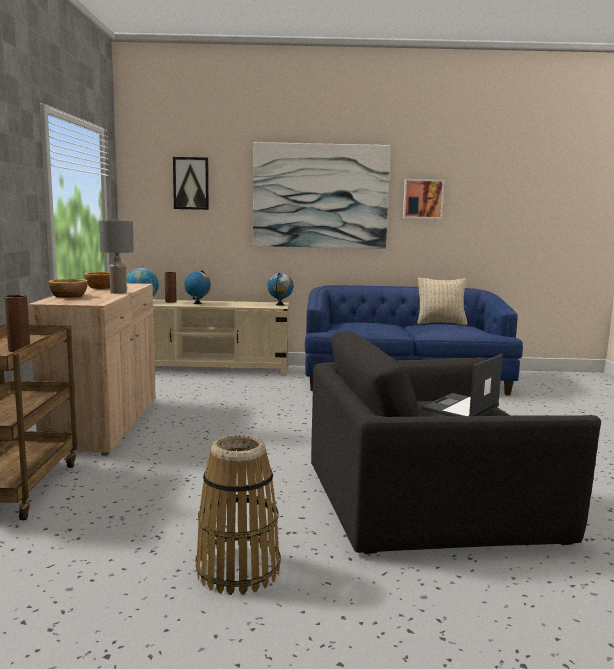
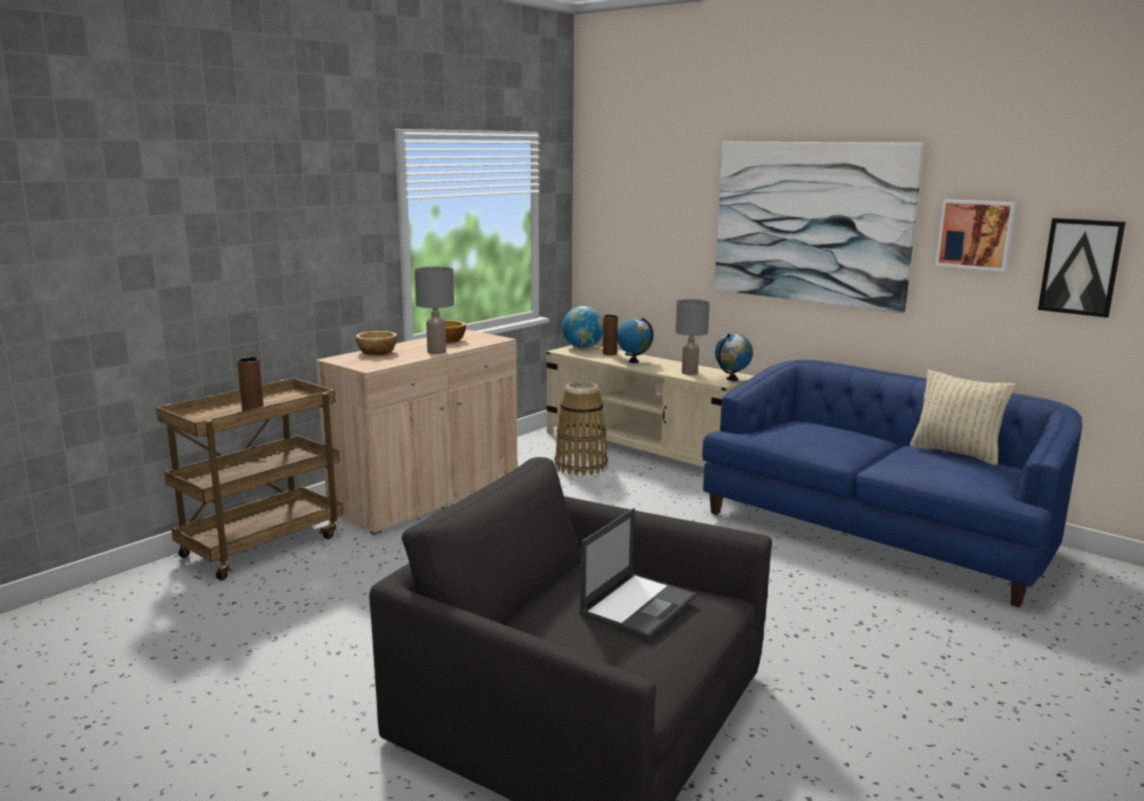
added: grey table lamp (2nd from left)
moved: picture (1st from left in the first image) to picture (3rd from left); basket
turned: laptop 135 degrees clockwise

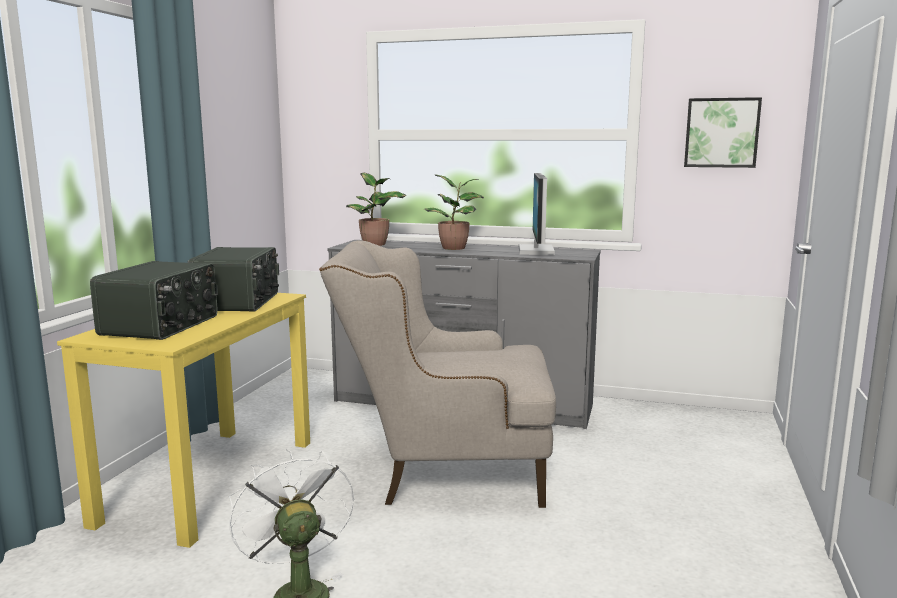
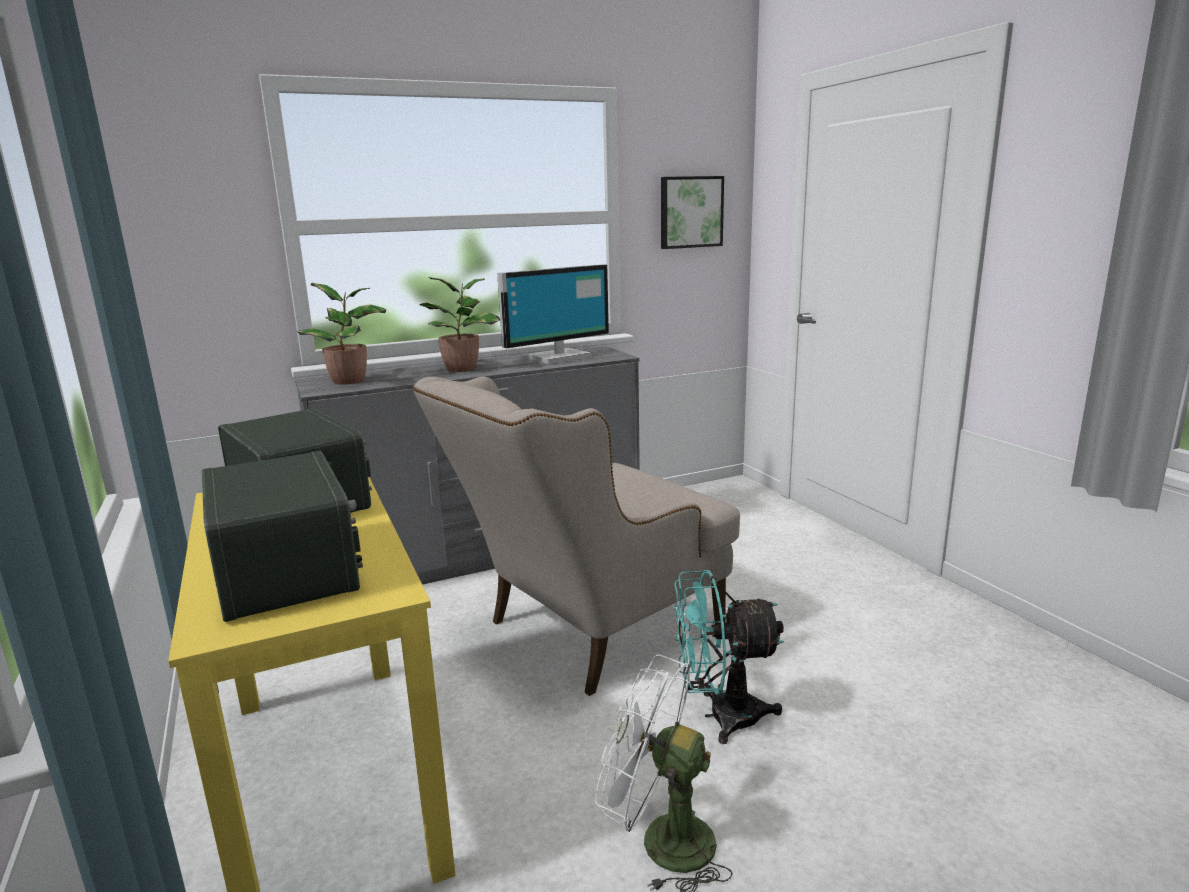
added: turquoise fan
turned: monitor 90 degrees counterclockwise

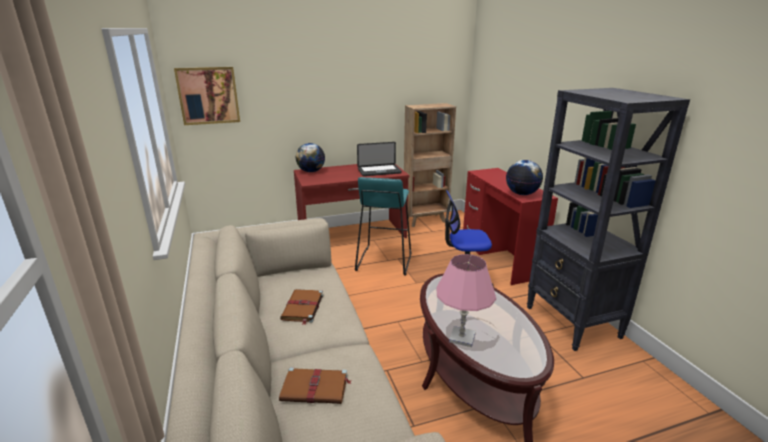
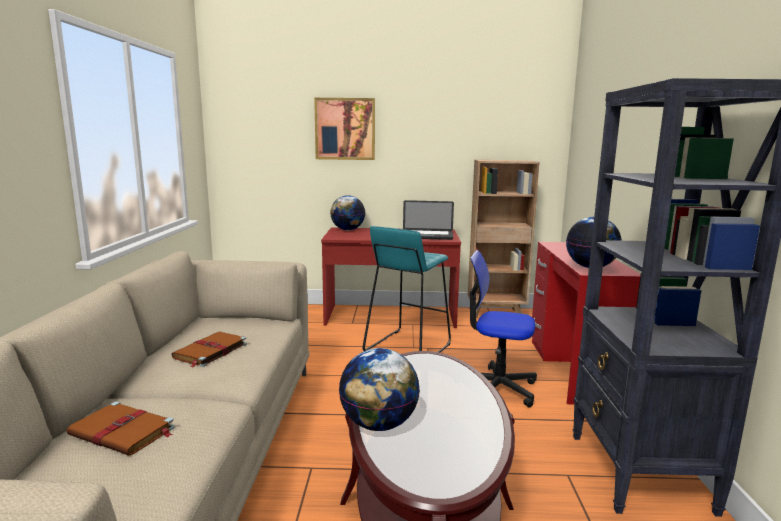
moved: picture
replaced: pink table lamp to globe (2nd from left)

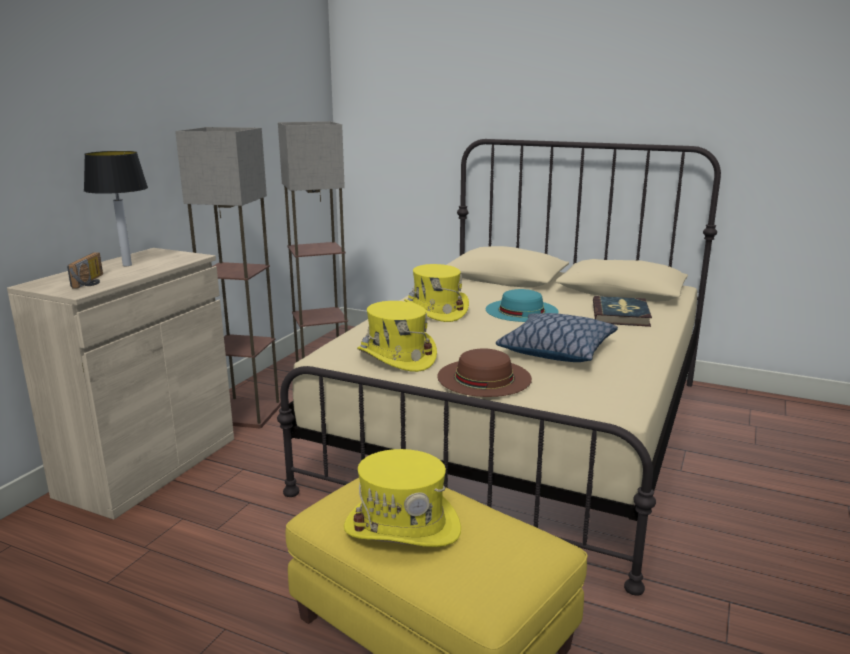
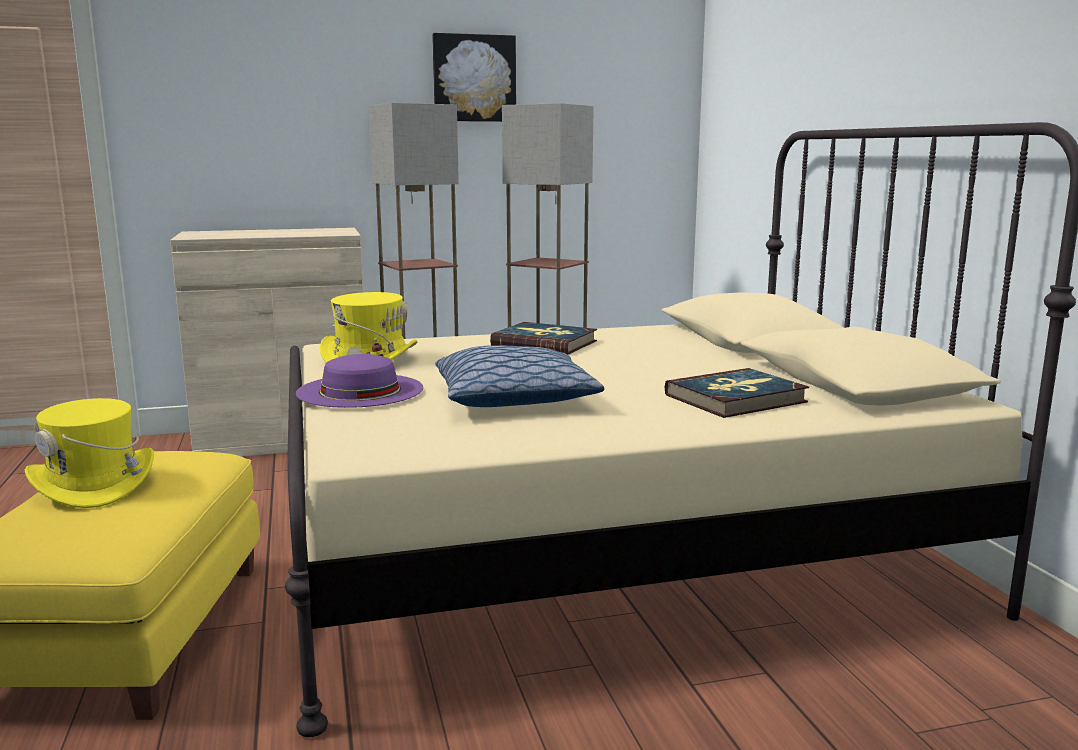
removed: table lamp; radio; turquoise hat
added: picture
replaced: yellow hat (3rd from left) to book (1st from left)
recoloured: brown hat to purple hat

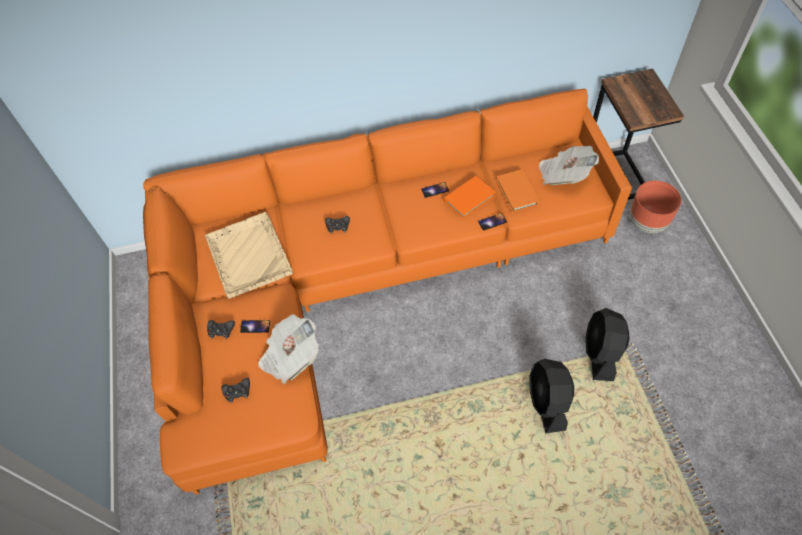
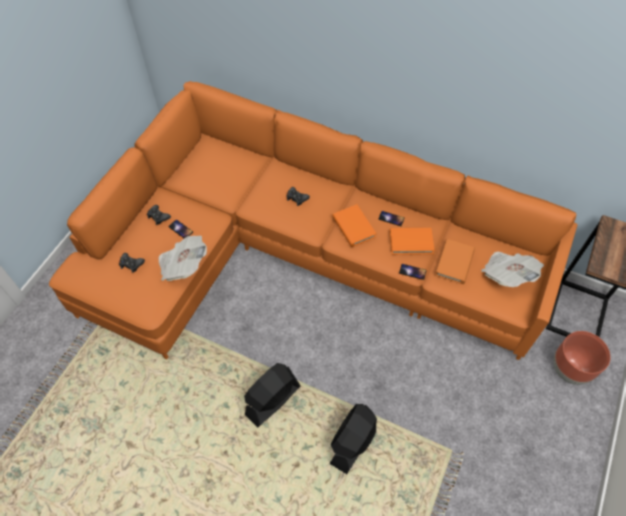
removed: beige tray
added: orange book (1st from left)
moved: black fan (2nd from left in the first image) to black fan (1st from left)

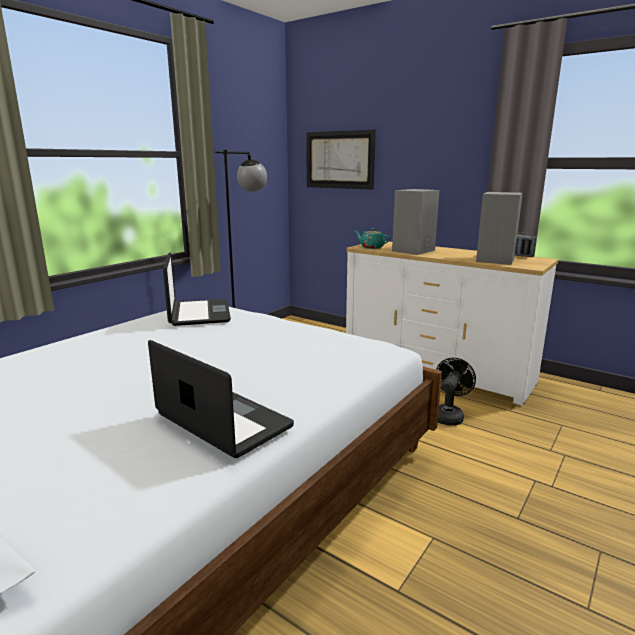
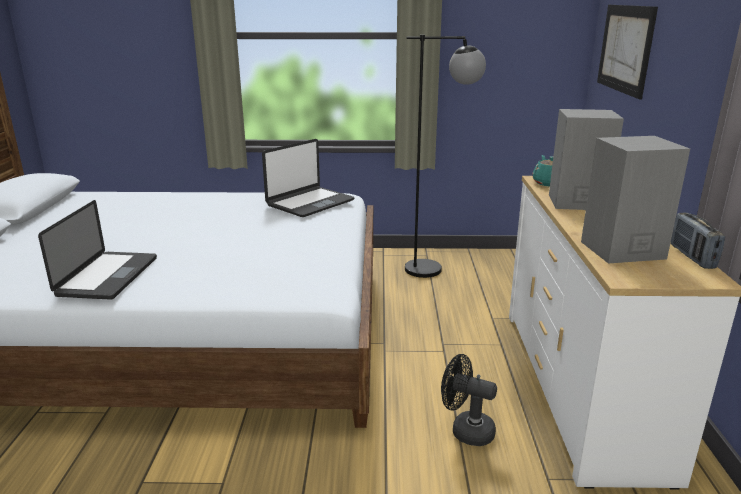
turned: black fan 150 degrees counterclockwise

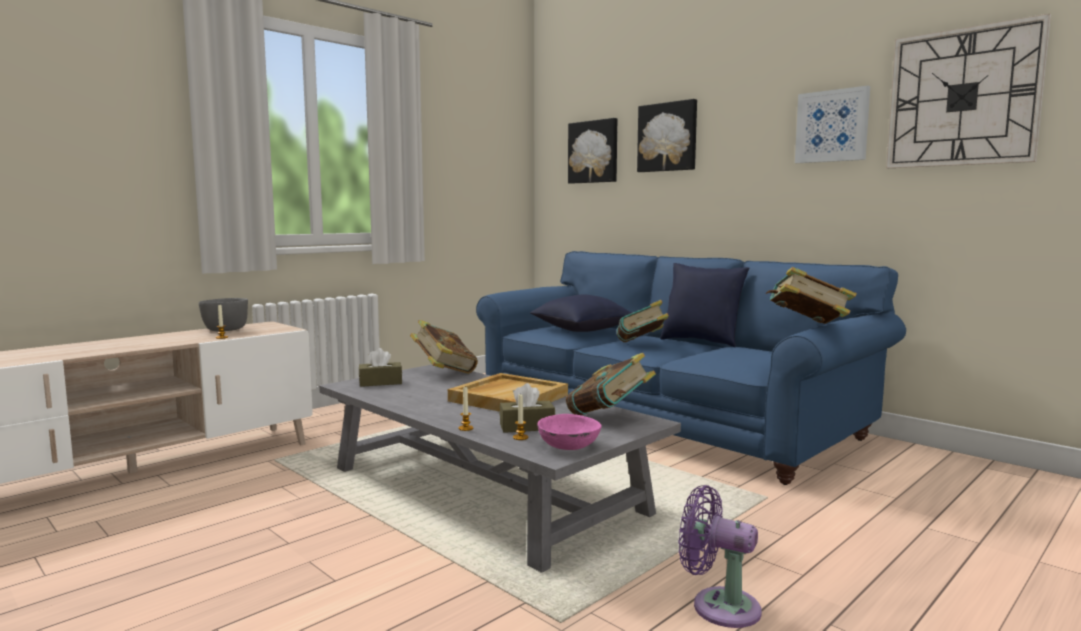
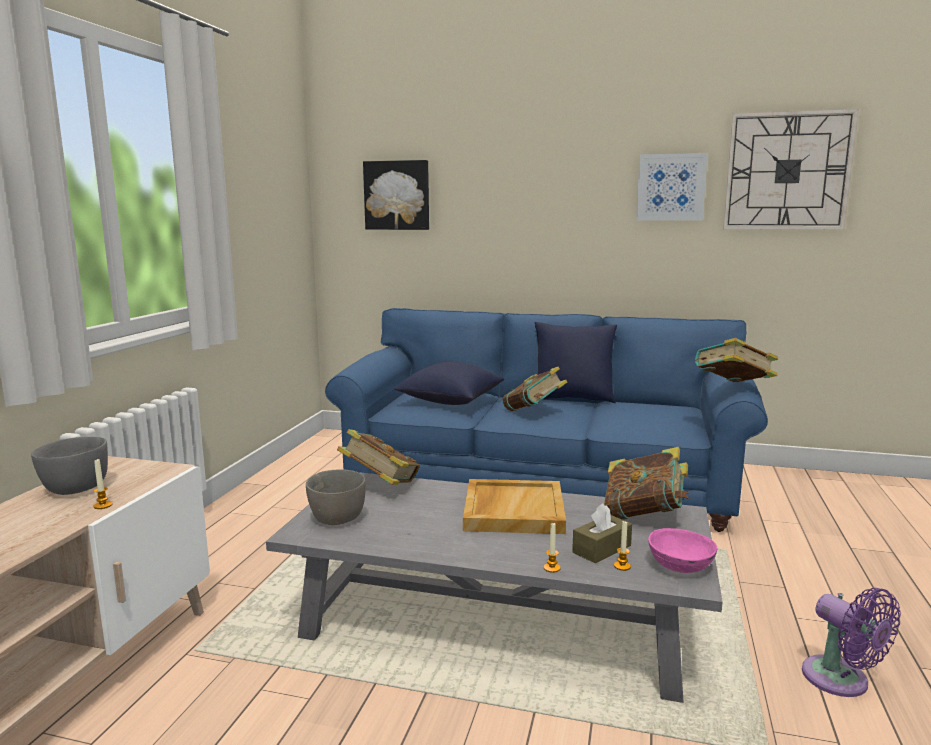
removed: picture (2nd from left)
replaced: brown tissue box (1st from left) to grey bowl (2nd from left)
turned: purple fan 120 degrees counterclockwise

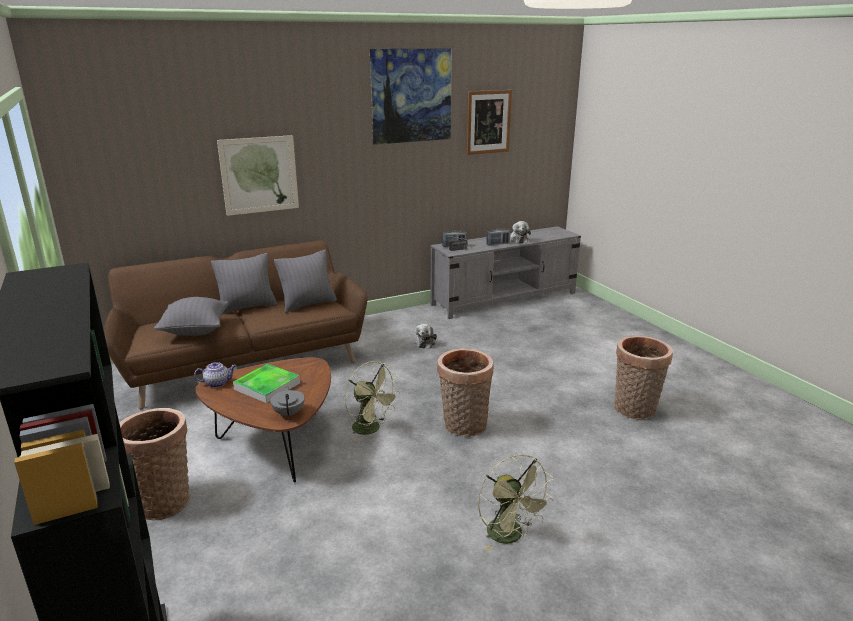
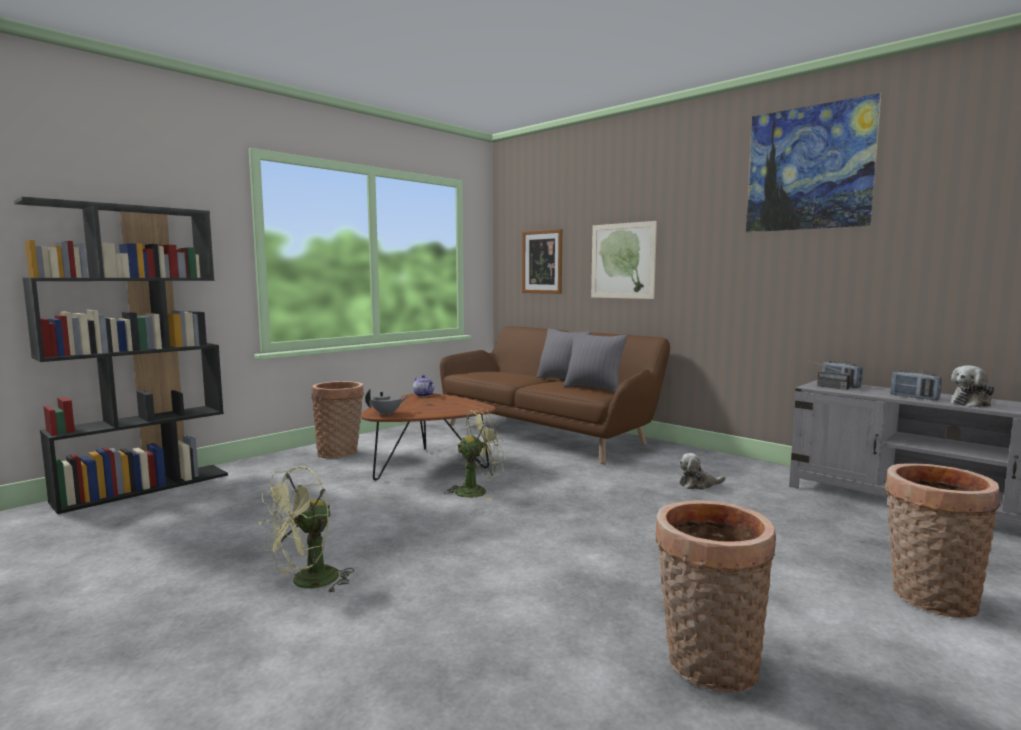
removed: grey pillow (1st from left); tray
moved: picture (3rd from left in the first image) to picture (1st from left); basket (2nd from left in the first image) to basket (3rd from left)
turned: green fan (1st from left in the first image) 135 degrees counterclockwise

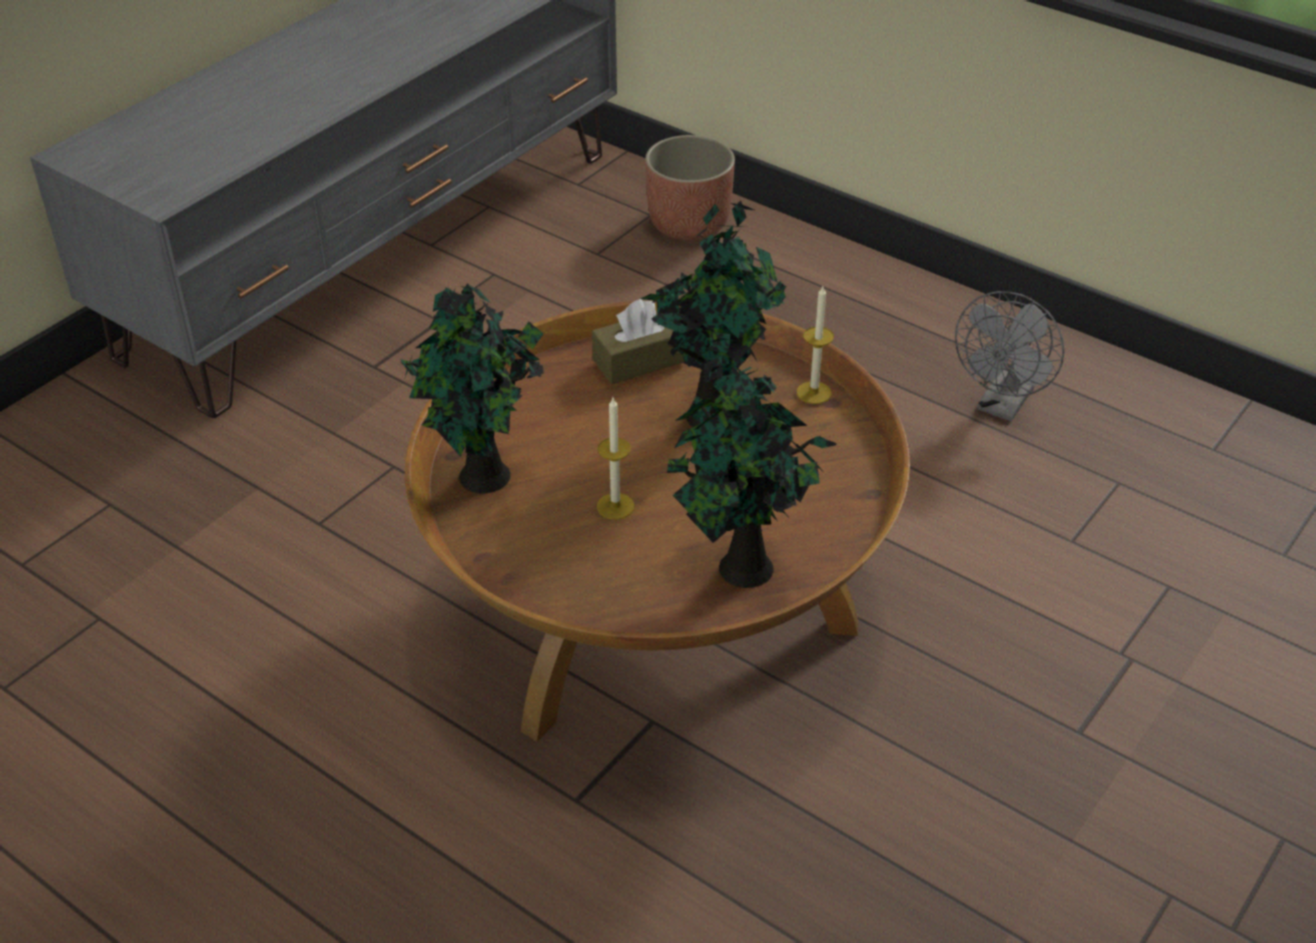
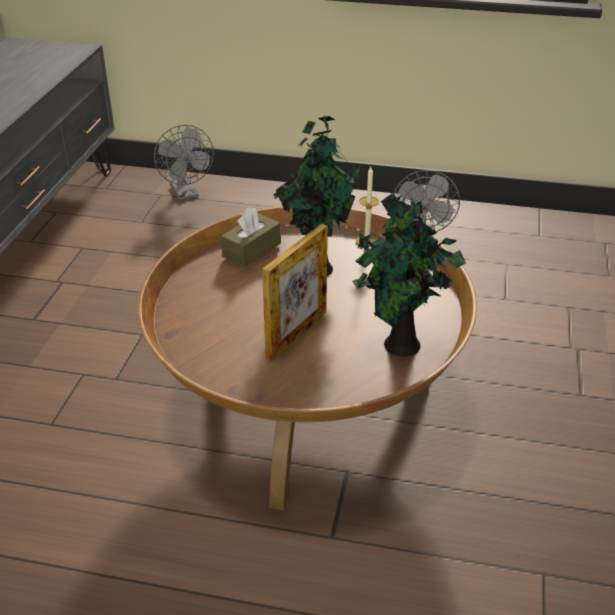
removed: potted plant (1st from left)
replaced: planter to grey fan (1st from left); candle (1st from left) to picture frame

